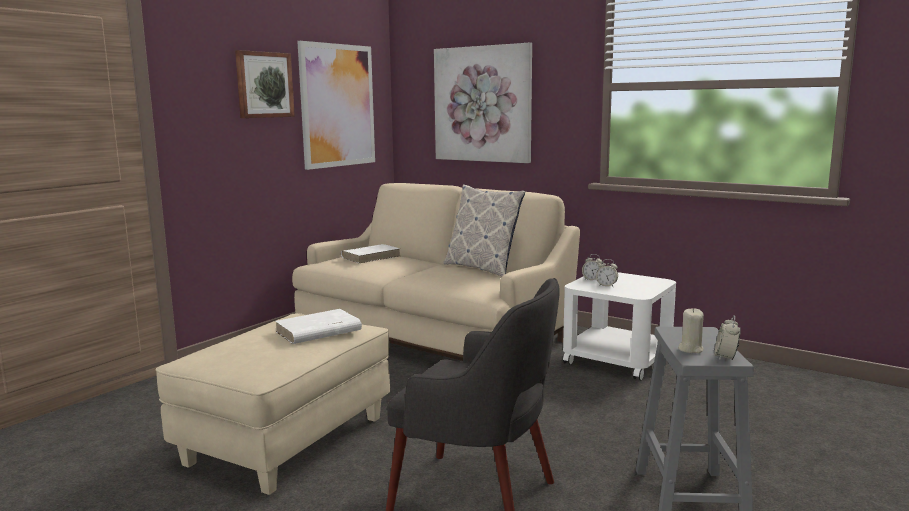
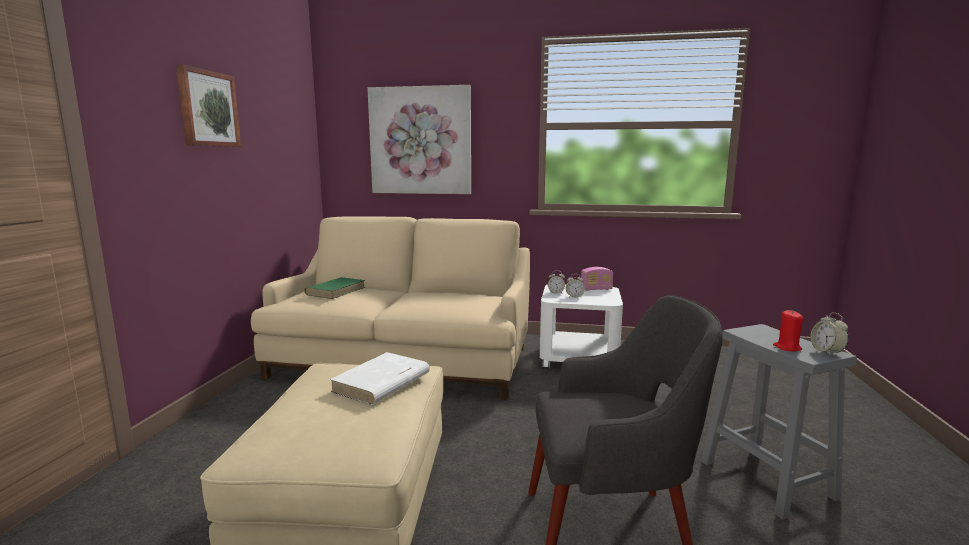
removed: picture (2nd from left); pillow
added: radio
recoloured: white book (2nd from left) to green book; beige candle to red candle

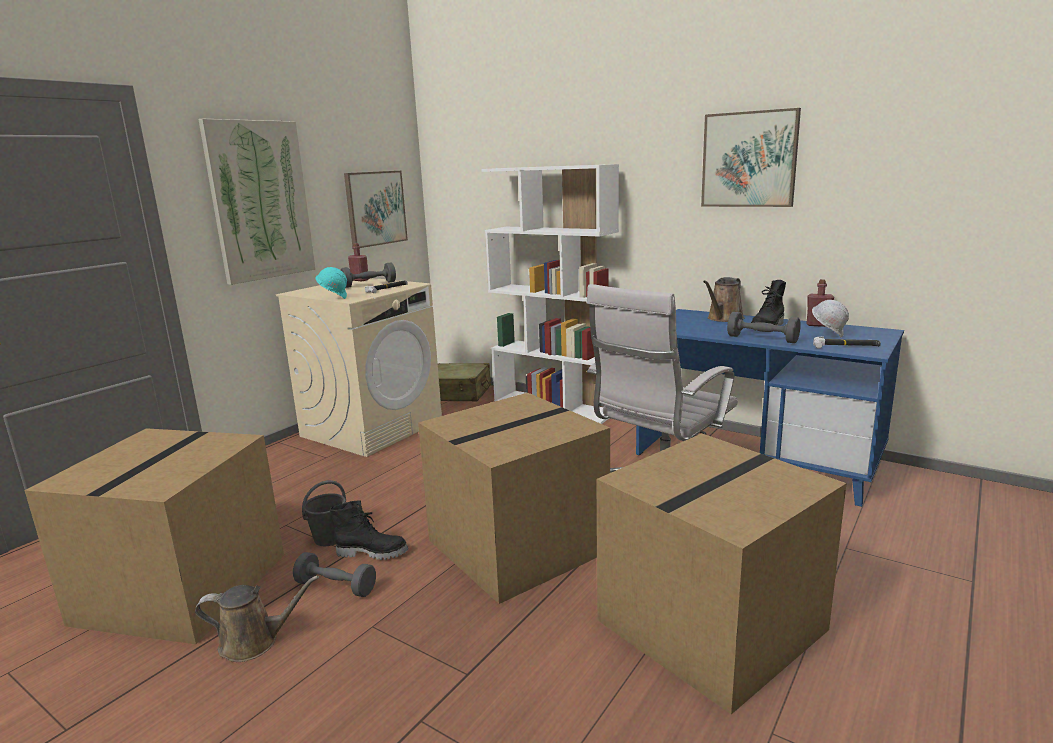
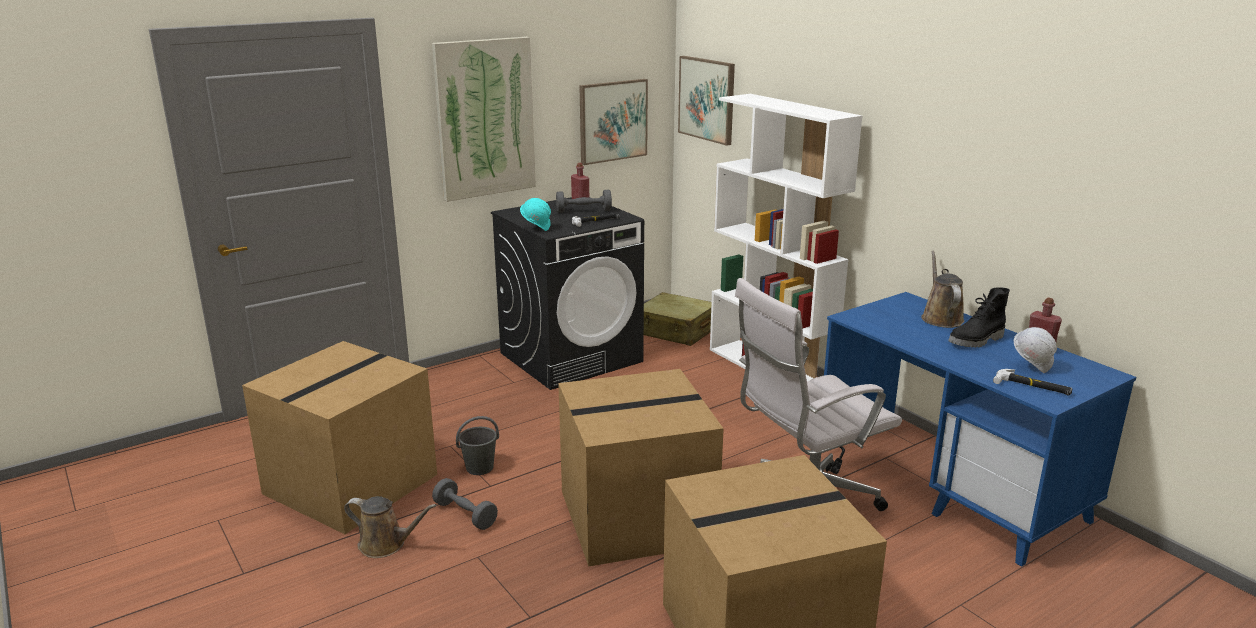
removed: grey dumbbell (3rd from left); black boot (1st from left)
moved: picture (3rd from left)
recoloured: beige washing machine to black washing machine
turned: brown watering can (2nd from left) 120 degrees clockwise

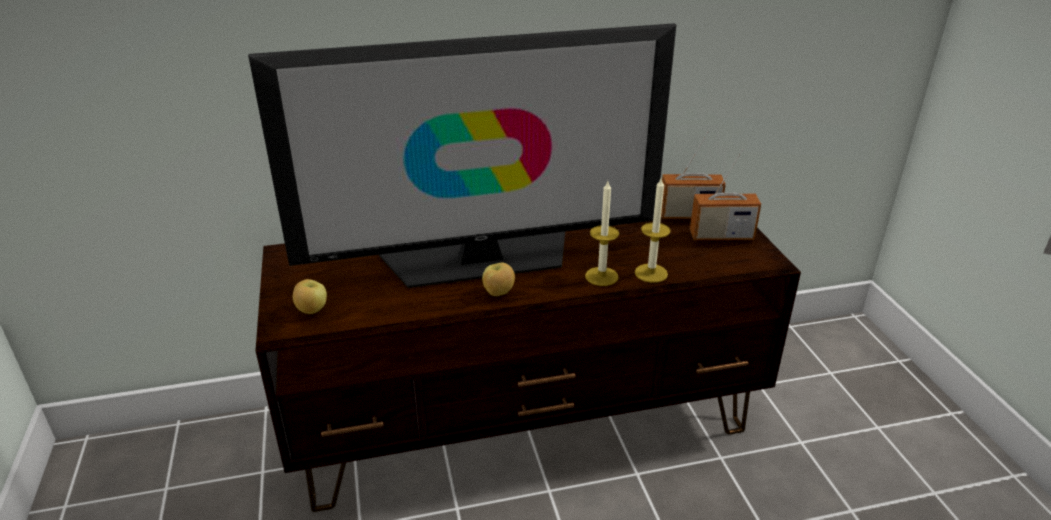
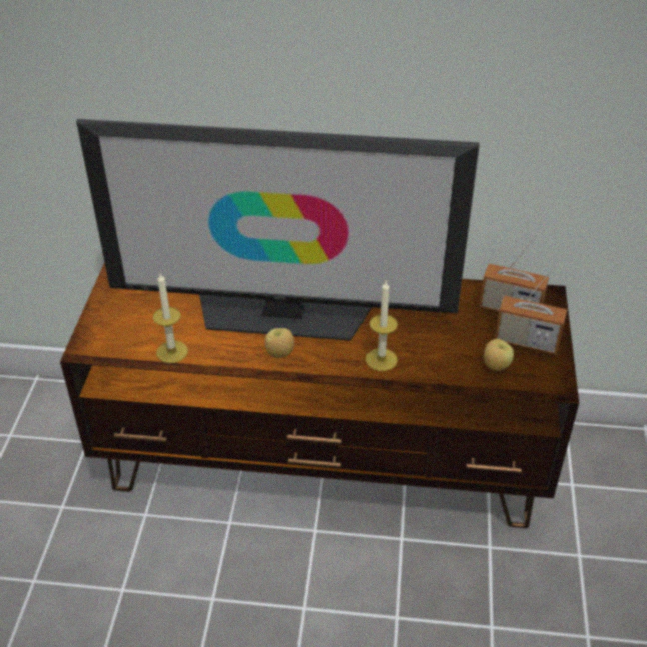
moved: candle (2nd from left in the first image) to candle (1st from left); apple (1st from left in the first image) to apple (2nd from left)

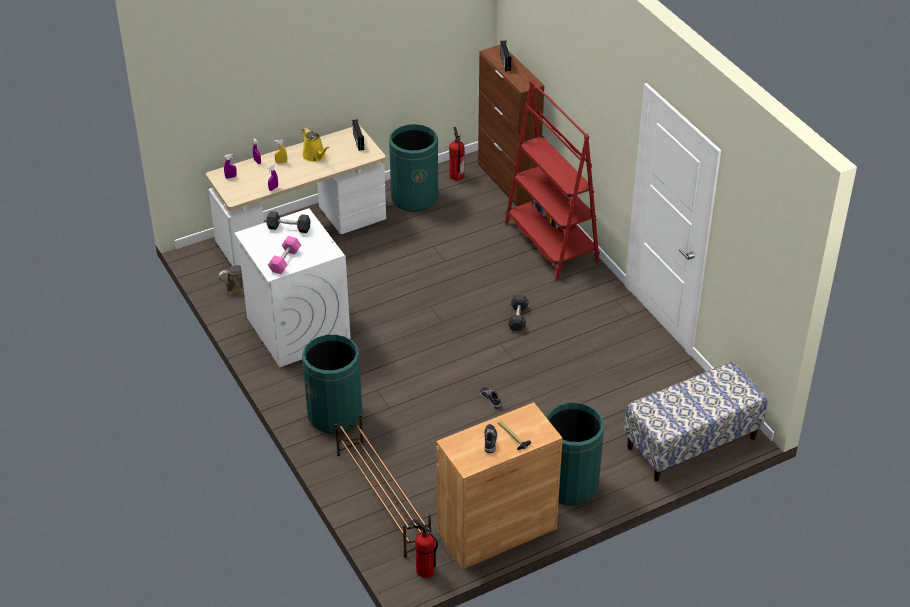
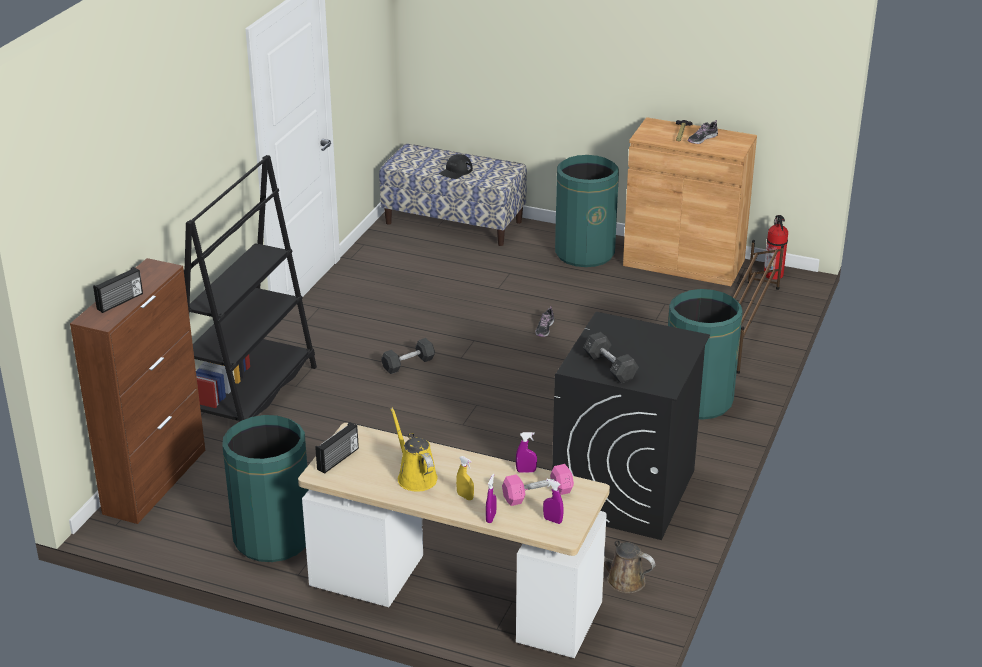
removed: fire extinguisher (2nd from left)
added: black cap
moved: pink dumbbell
recoloured: red bookcase to black bookcase; white washing machine to black washing machine
turned: yellow watering can 45 degrees counterclockwise

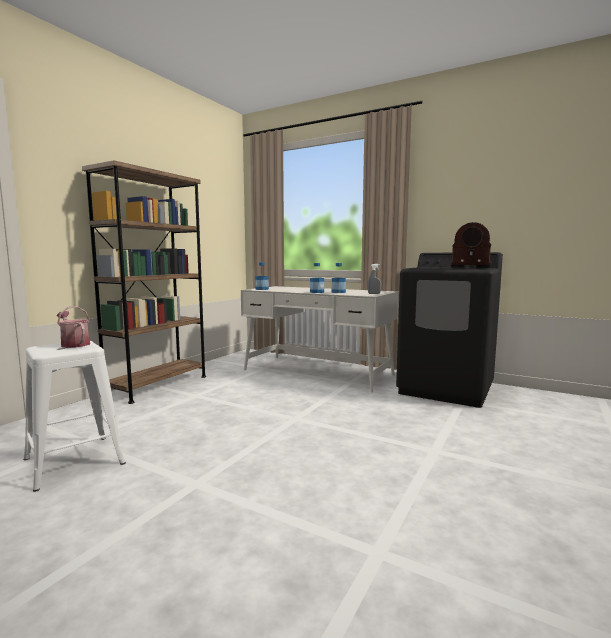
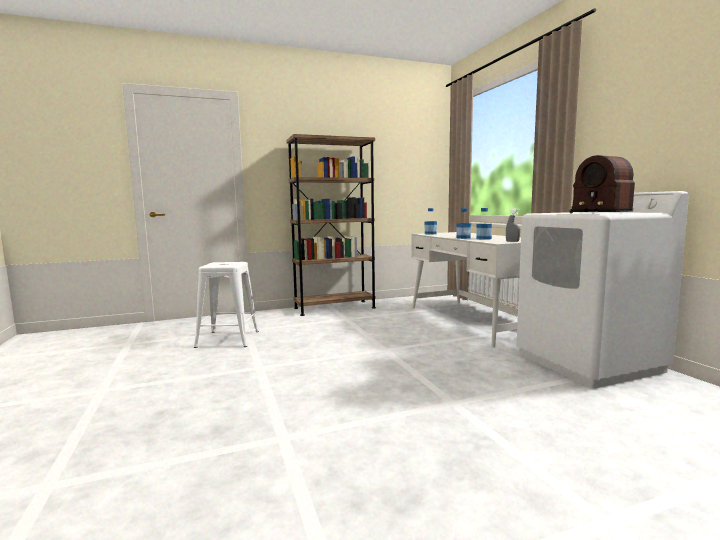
removed: watering can
recoloured: black washing machine to white washing machine

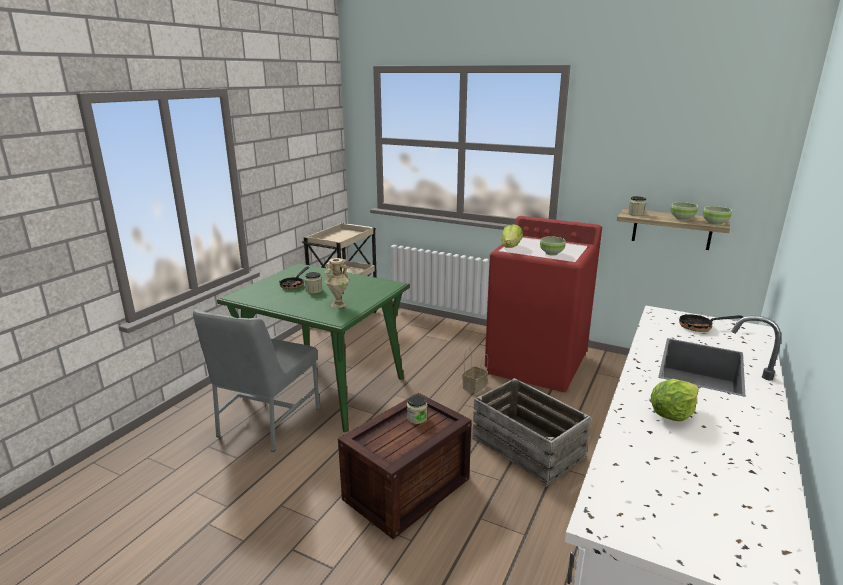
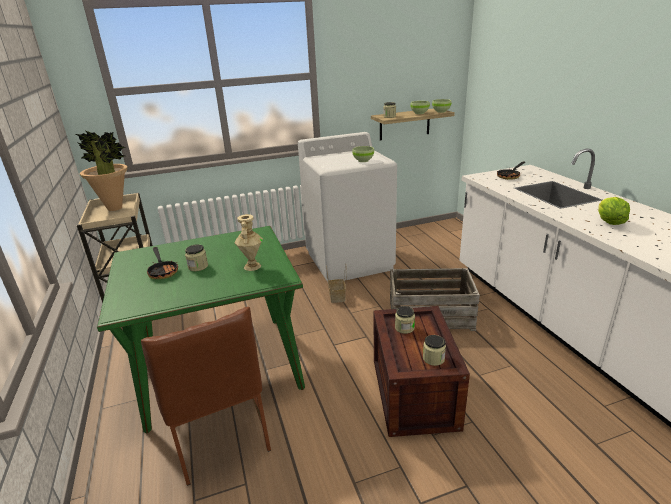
removed: lettuce (1st from left)
added: potted plant; jar (4th from left)
recoloured: red washing machine to white washing machine; grey chair to brown chair

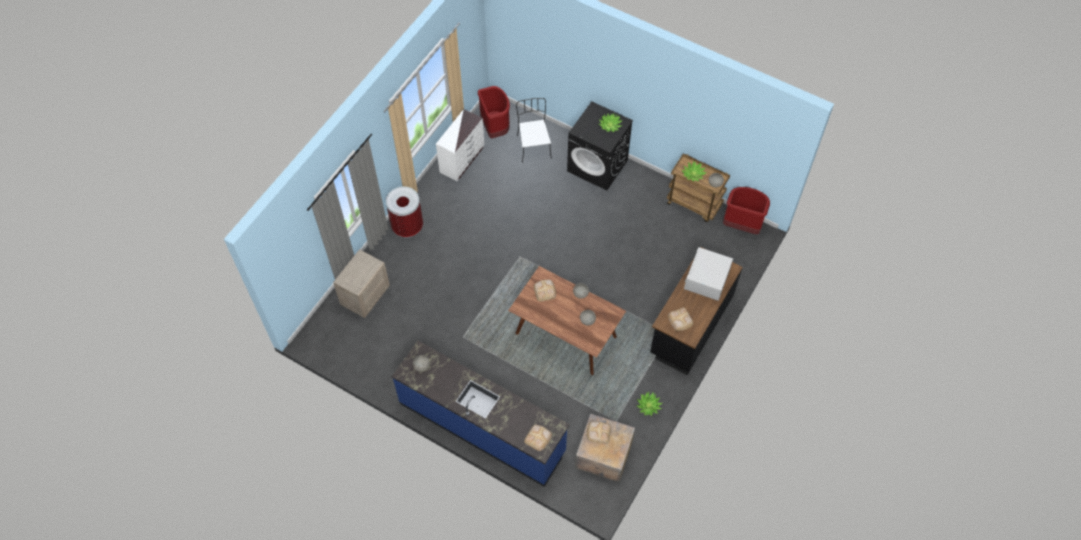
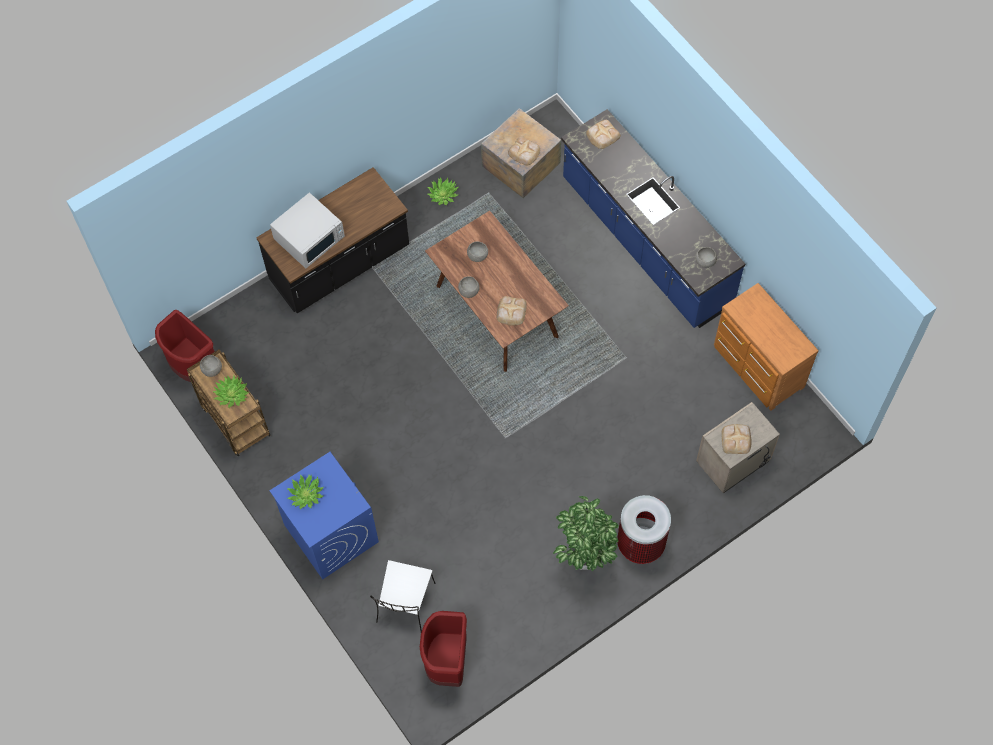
removed: white dresser
added: brown dresser; potted plant (4th from left)
moved: bread (4th from left)
recoloured: black washing machine to blue washing machine

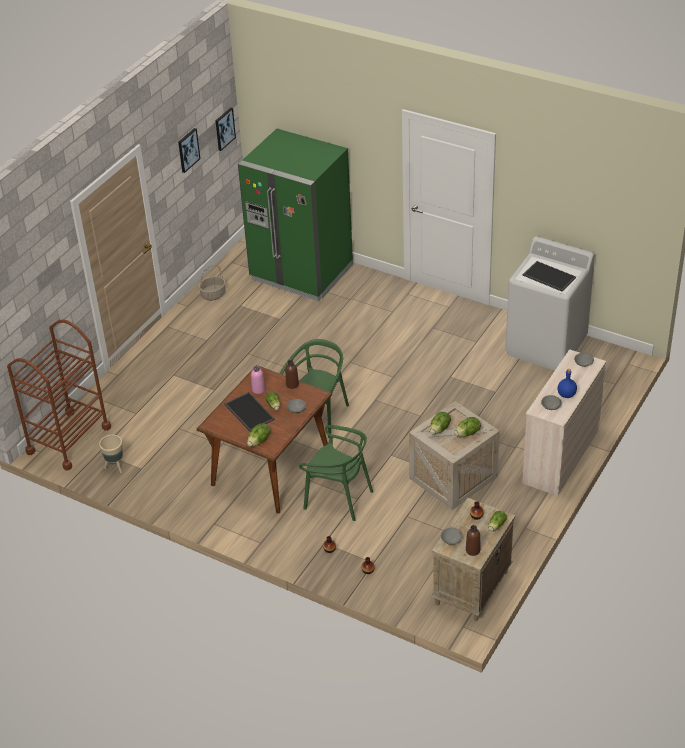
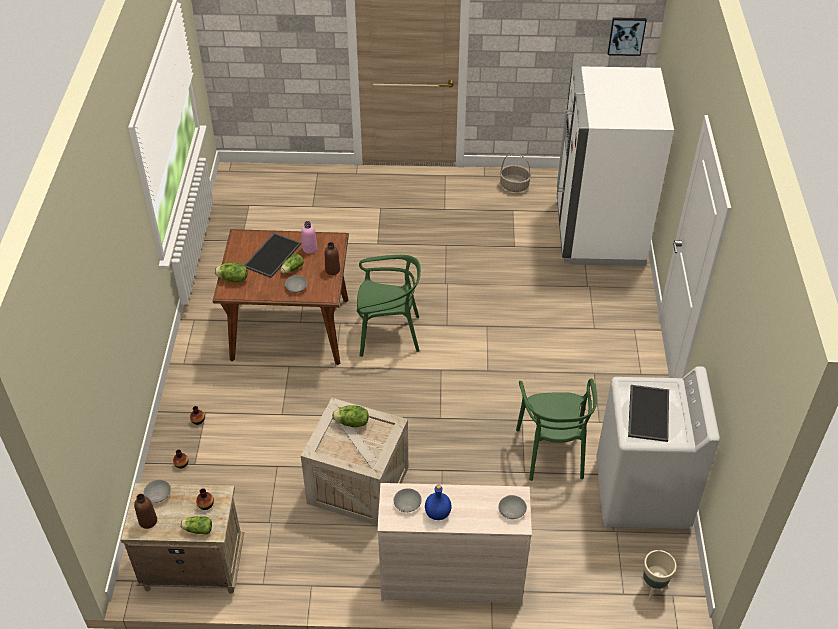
removed: picture (1st from left); brown cart; lettuce (4th from left)
moved: green chair (2nd from left); beige planter
recoloured: green fridge to white fridge

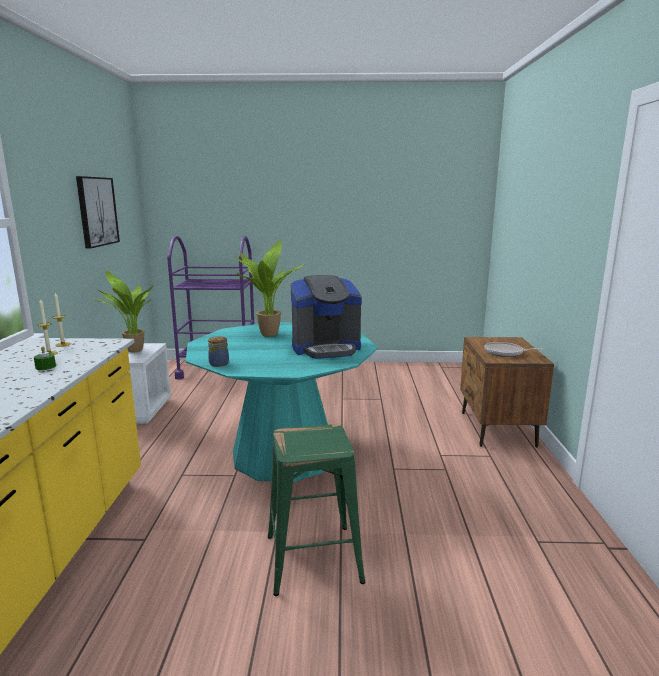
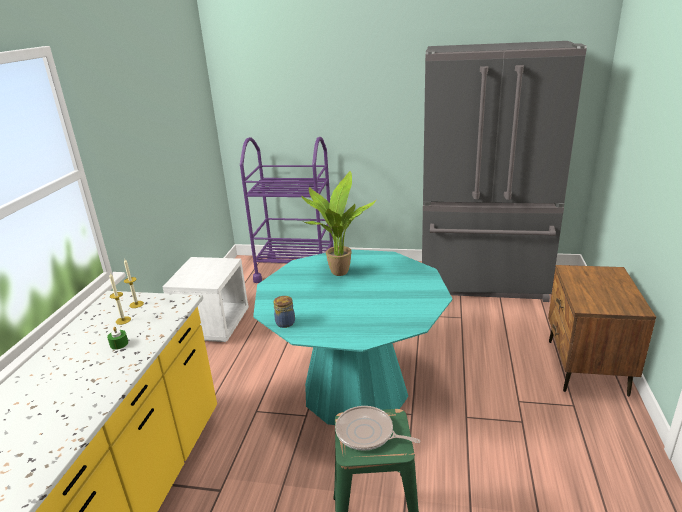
removed: picture; potted plant (1st from left); coffee machine
added: grey fridge
moved: frying pan

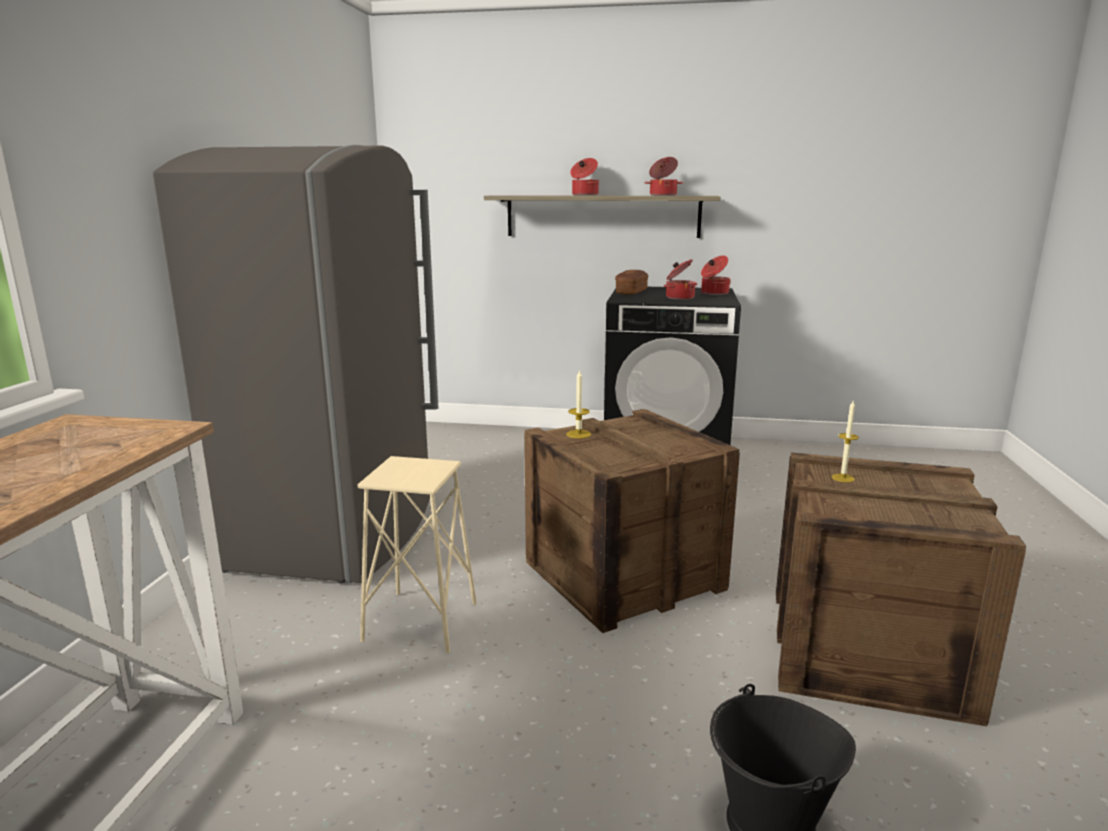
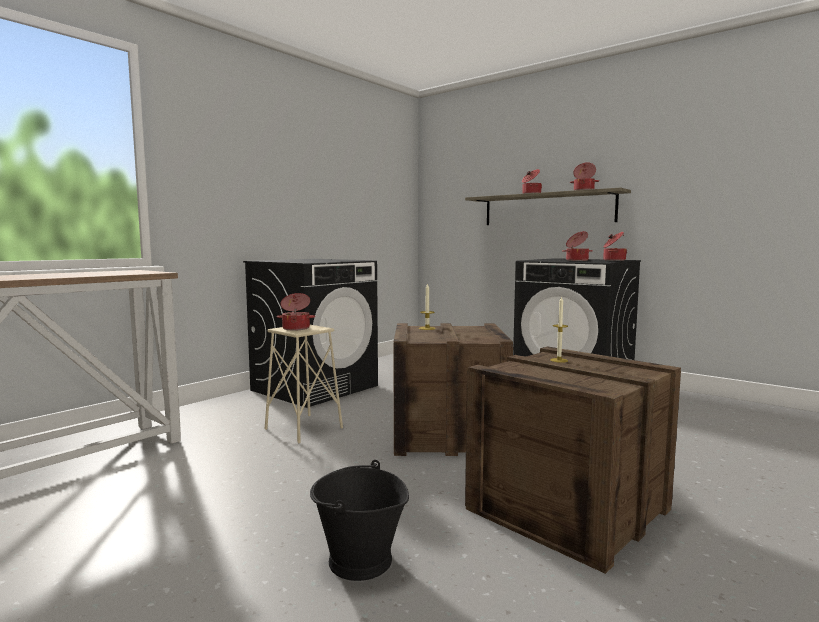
removed: bread
added: cooking pot (1st from left)
replaced: grey fridge to black washing machine (1st from left)

